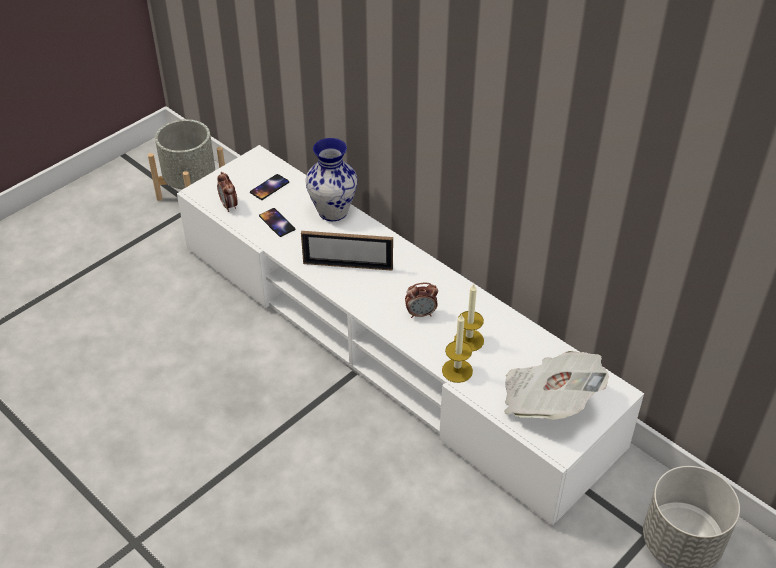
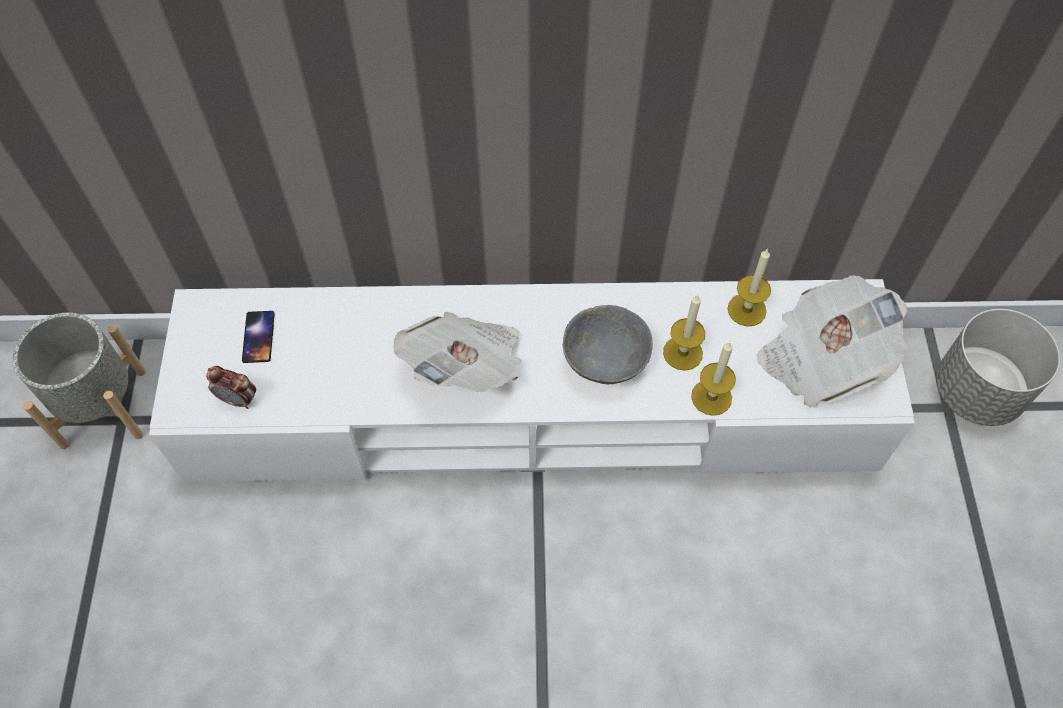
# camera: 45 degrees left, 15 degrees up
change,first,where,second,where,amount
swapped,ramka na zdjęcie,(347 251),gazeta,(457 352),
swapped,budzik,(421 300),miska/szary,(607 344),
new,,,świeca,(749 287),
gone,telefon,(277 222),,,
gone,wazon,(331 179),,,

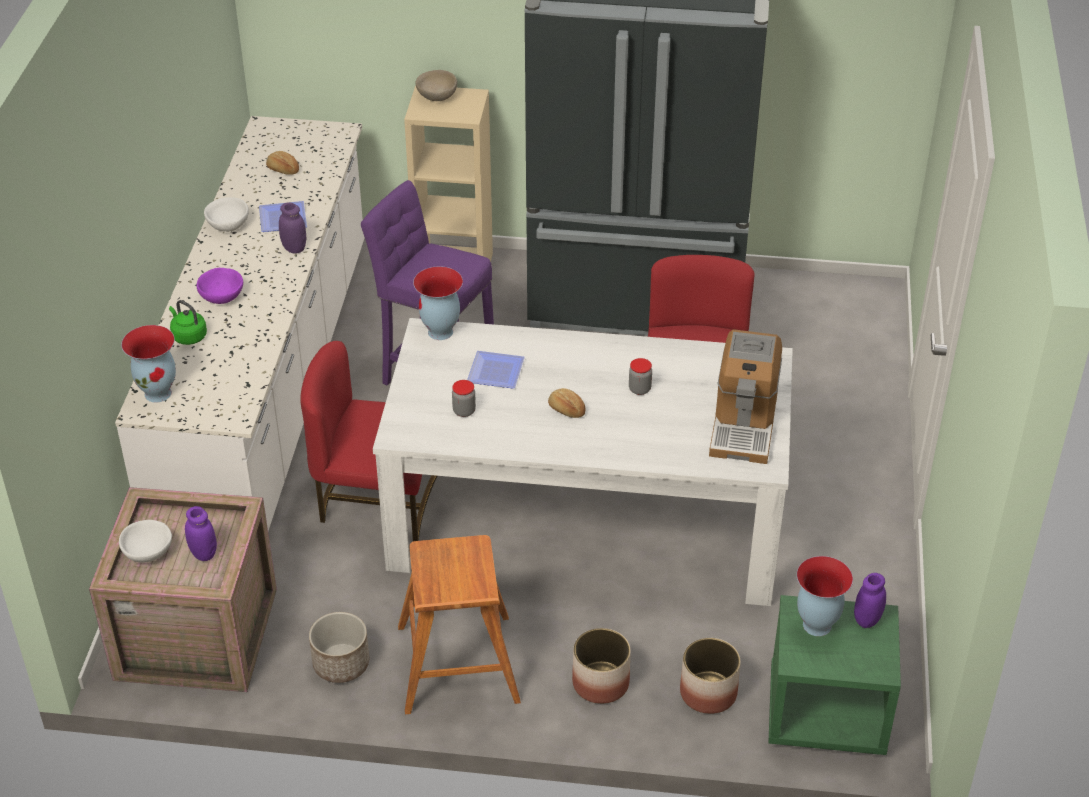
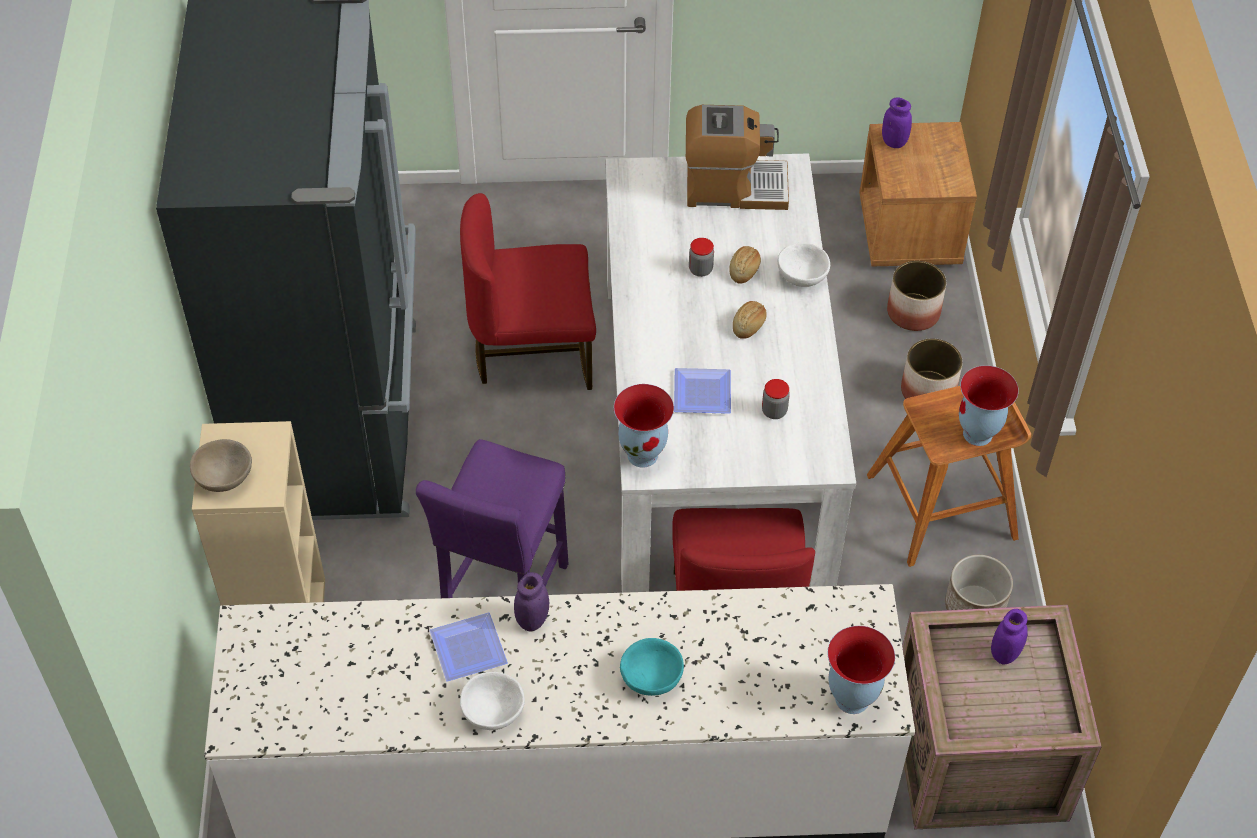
# camera: 100 degrees left, 10 degrees up
change,first,where,second,where,amount
repainted,miska/fioletowy,(220 286),miska/turkusowy,(652 667),
shifted,chleb,(282 163),,(745 265),
shifted,miska/biały,(145 541),,(804 265),
repainted,szafka nocna/zielony,(834 675),szafka nocna/brązowy,(918 194),
shifted,wazon,(825 596),,(989 405),
gone,czajnik/zielony,(188 322),,,

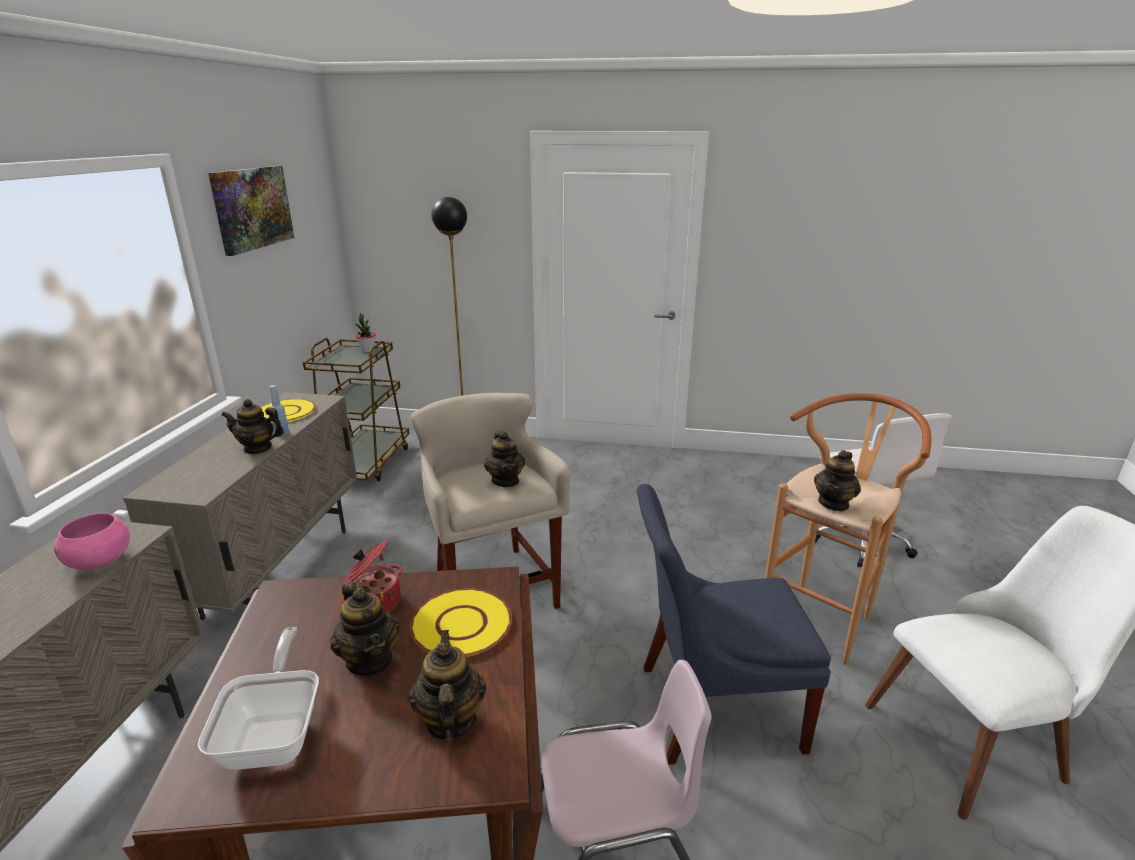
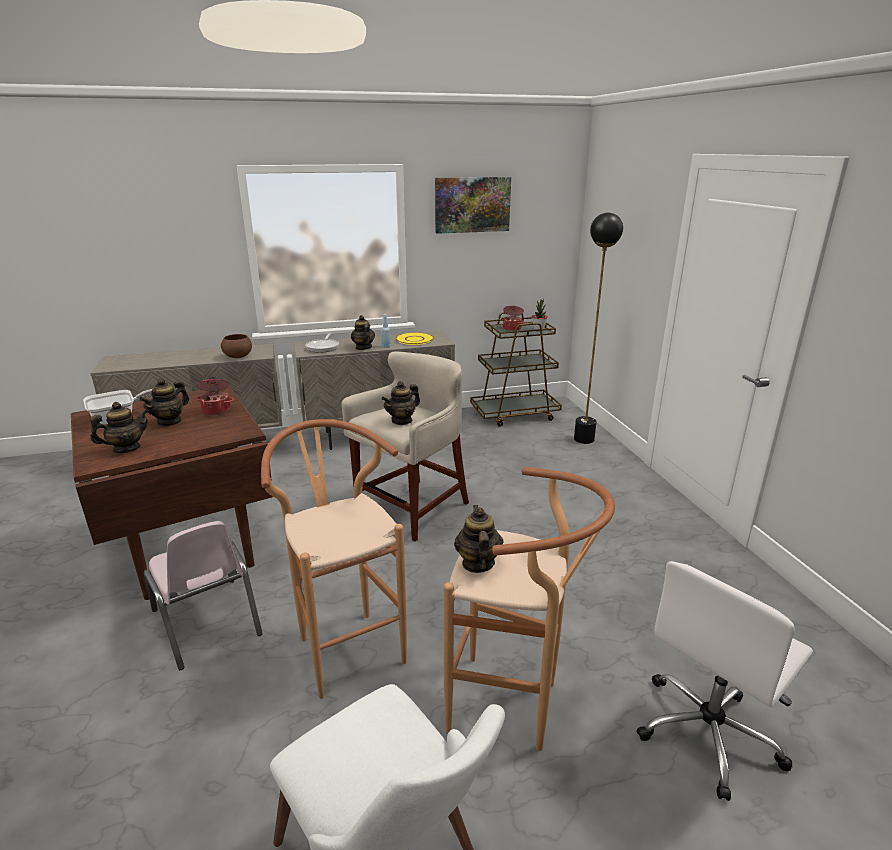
# camera: 65 degrees right, 0 degrees up
change,first,where,second,where,amount
repainted,miska/różowy,(92 541),miska/brązowy,(236 346),
swapped,krzesło/niebieski,(734 624),stołek/brązowy,(334 559),
new,,,patelnia,(322 343),
rotated,imbryk,(837 481),,(479 539),75 degrees clockwise
new,,,garnek,(513 318),
gone,talerz/żółty,(461 622),,,

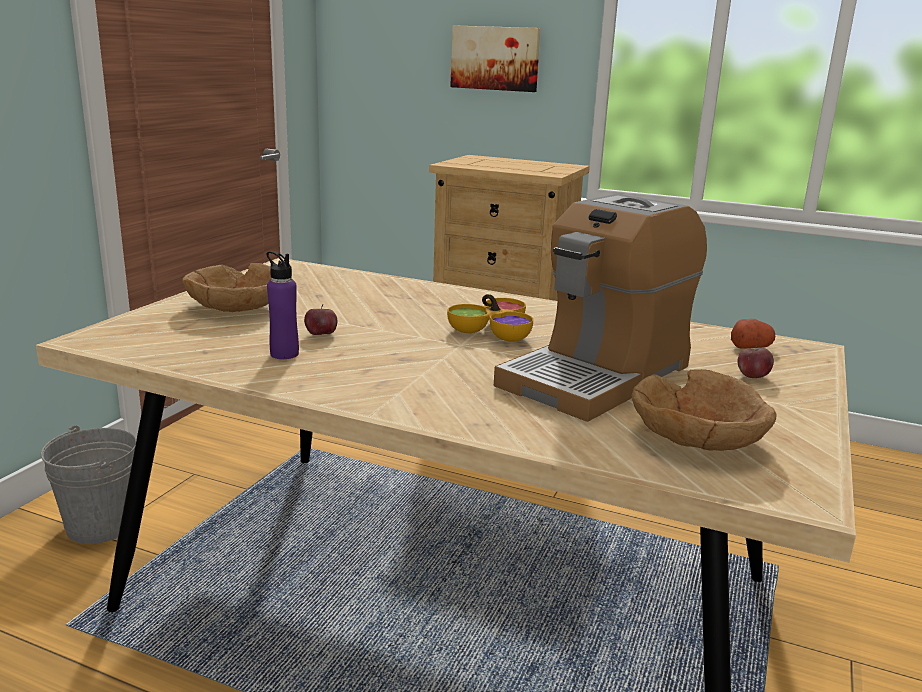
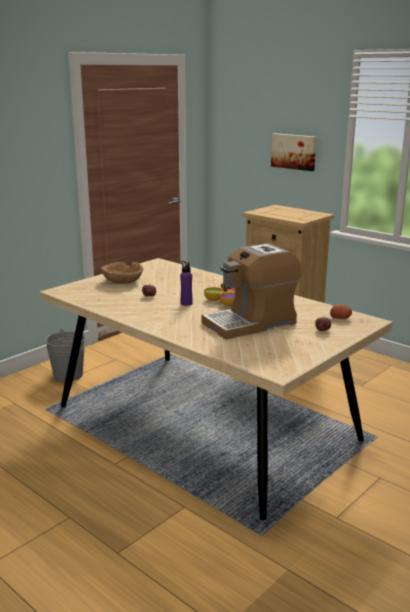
# camera: 20 degrees right, 0 degrees up
change,first,where,second,where,amount
shifted,butelka/fioletowy,(282 305),,(186 283),
gone,miska/brązowy,(704 410),,,

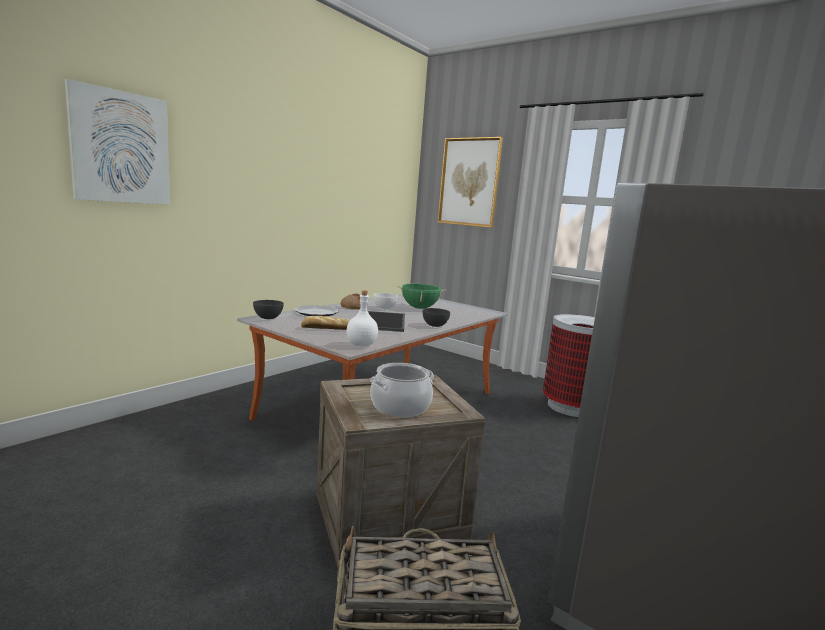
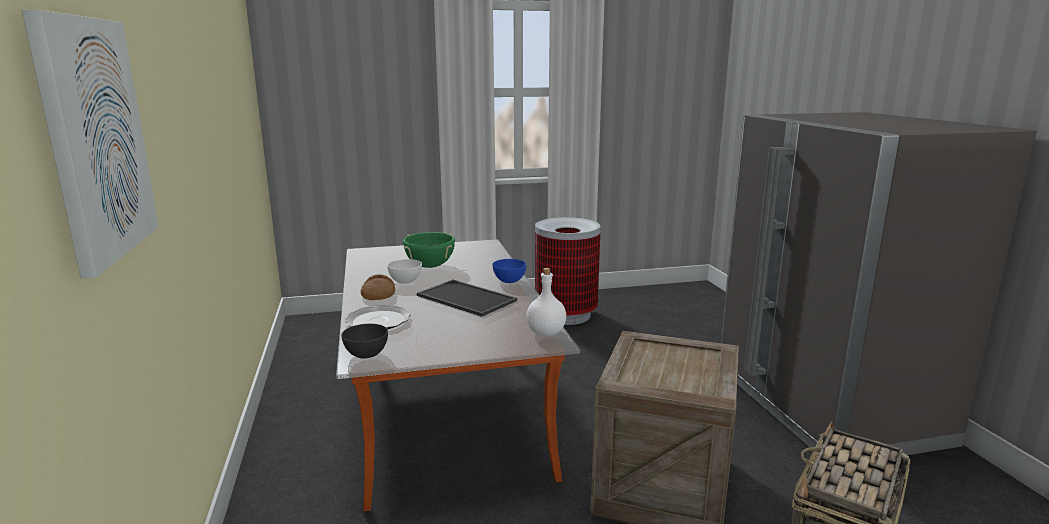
# camera: 50 degrees left, 5 degrees up
change,first,where,second,where,amount
repainted,miska/szary,(436 317),miska/niebieski,(509 271),
gone,chleb,(325 323),,,
gone,garnek,(402 390),,,
gone,obraz,(470 182),,,

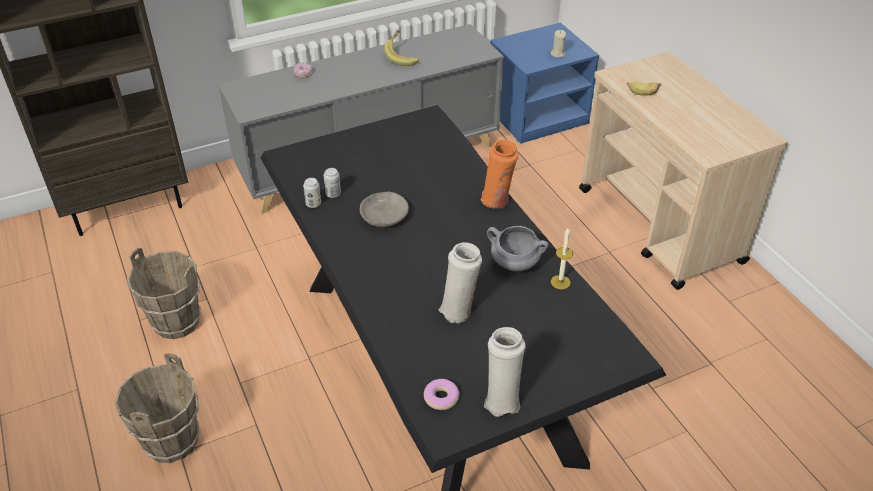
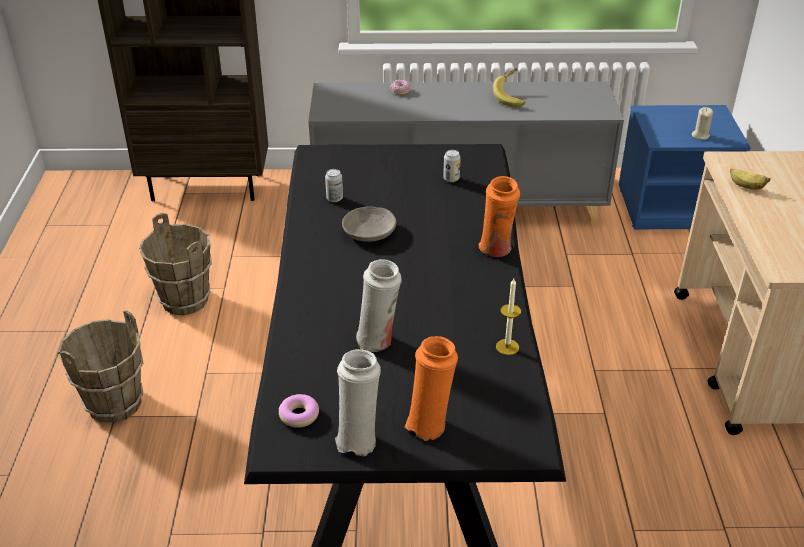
# camera: 25 degrees right, 5 degrees down
change,first,where,second,where,amount
new,,,wazon/pomarańczowy,(431 388),
shifted,puszka,(312 193),,(452 166),
gone,garnek/szary,(518 248),,,

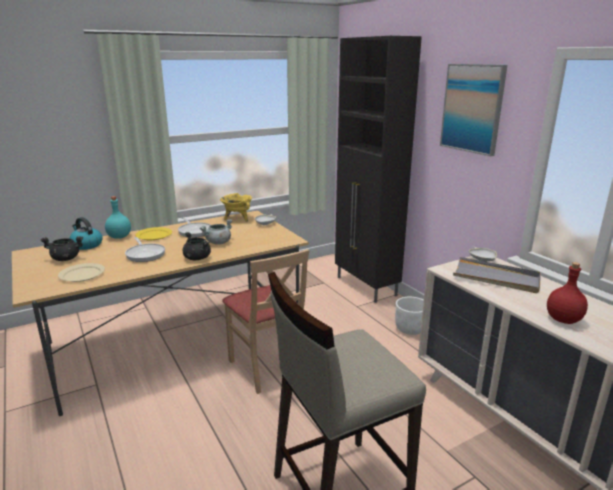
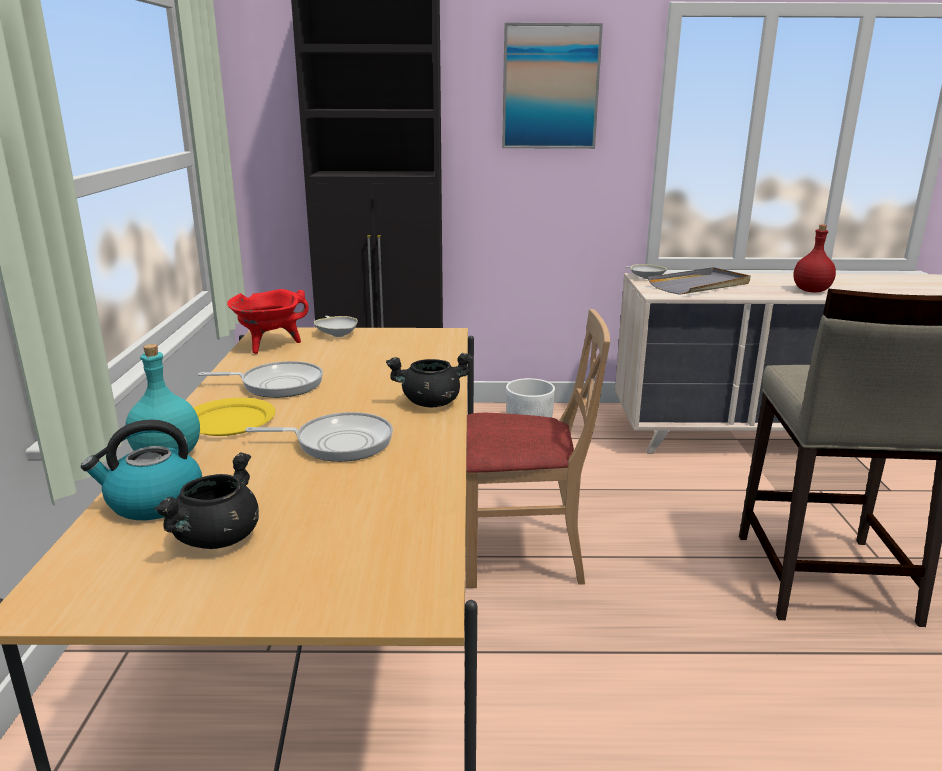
# camera: 60 degrees left, 0 degrees up
change,first,where,second,where,amount
repainted,garnek/żółty,(236 207),garnek/czerwony,(268 321),
gone,talerz/beżowy,(81 272),,,
gone,garnek/szary,(216 232),,,

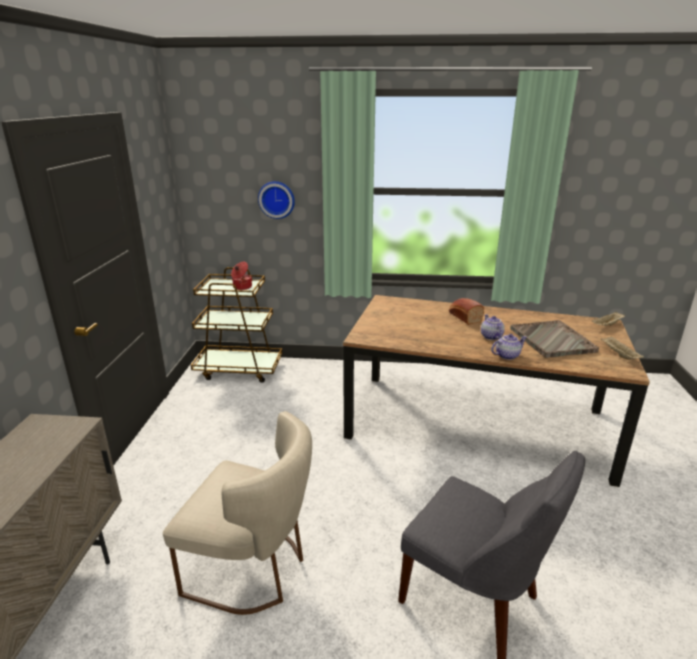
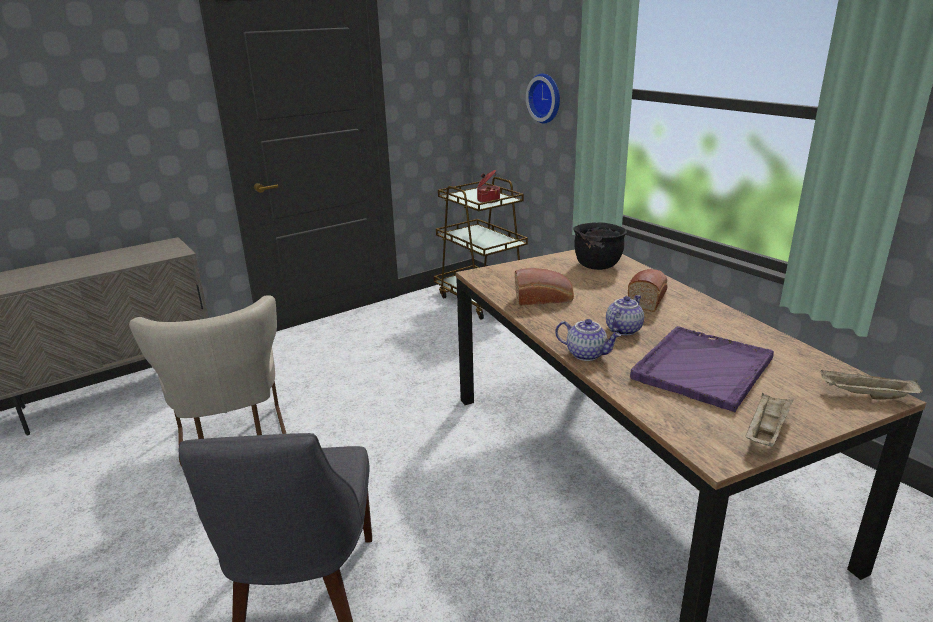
# camera: 50 degrees right, 0 degrees up
change,first,where,second,where,amount
new,,,chleb,(544 286),
new,,,garnek/czarny,(600 246),
repainted,taca/szary,(554 339),taca/fioletowy,(702 369),

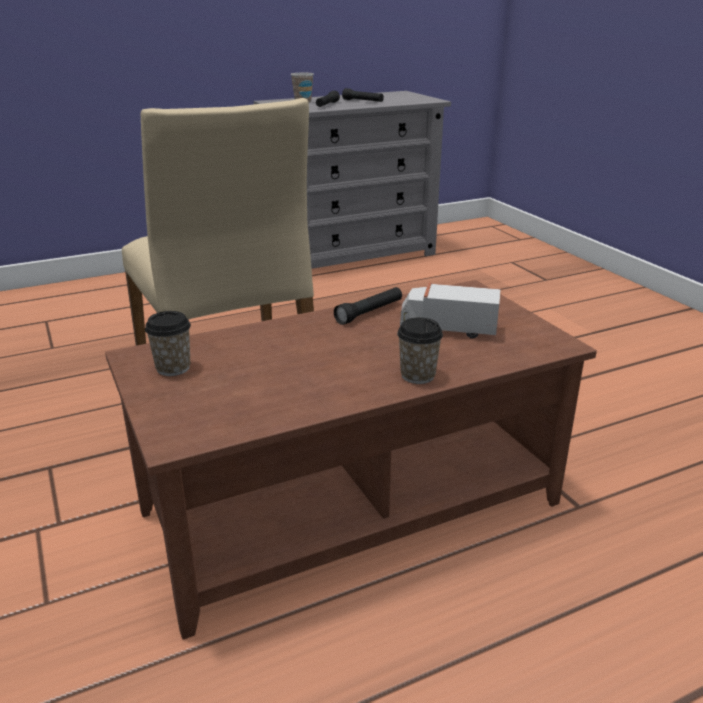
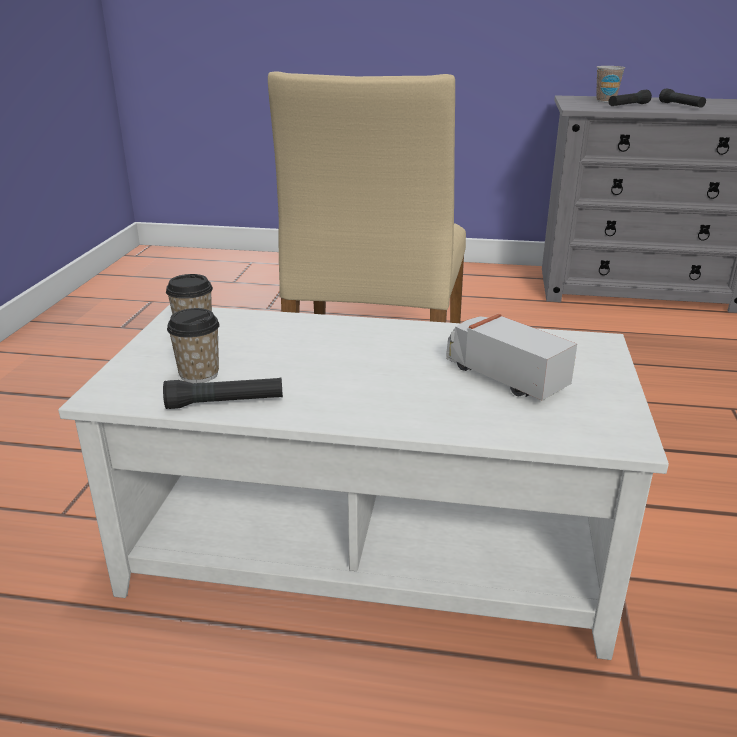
# camera: 35 degrees right, 0 degrees up
change,first,where,second,where,amount
repainted,ława/brązowy,(351 460),ława/biały,(363 482),
shifted,latarka/czarny,(368 306),,(223 393),
shifted,filiżanka,(420 350),,(193 345),

